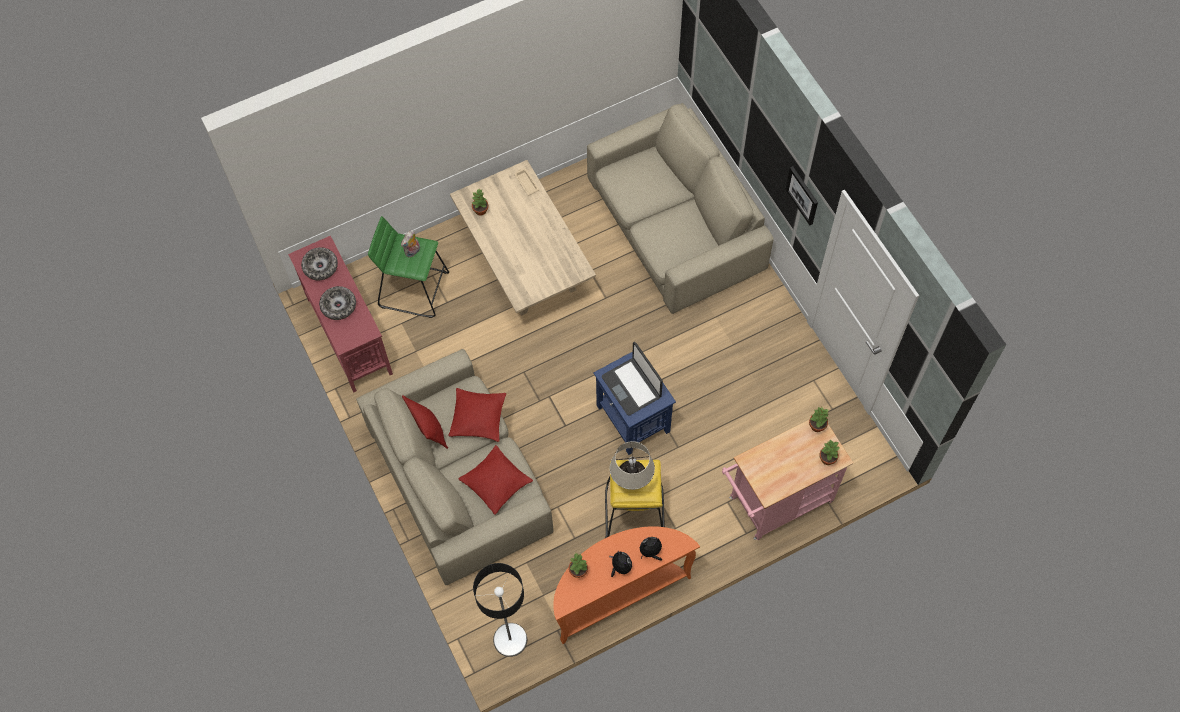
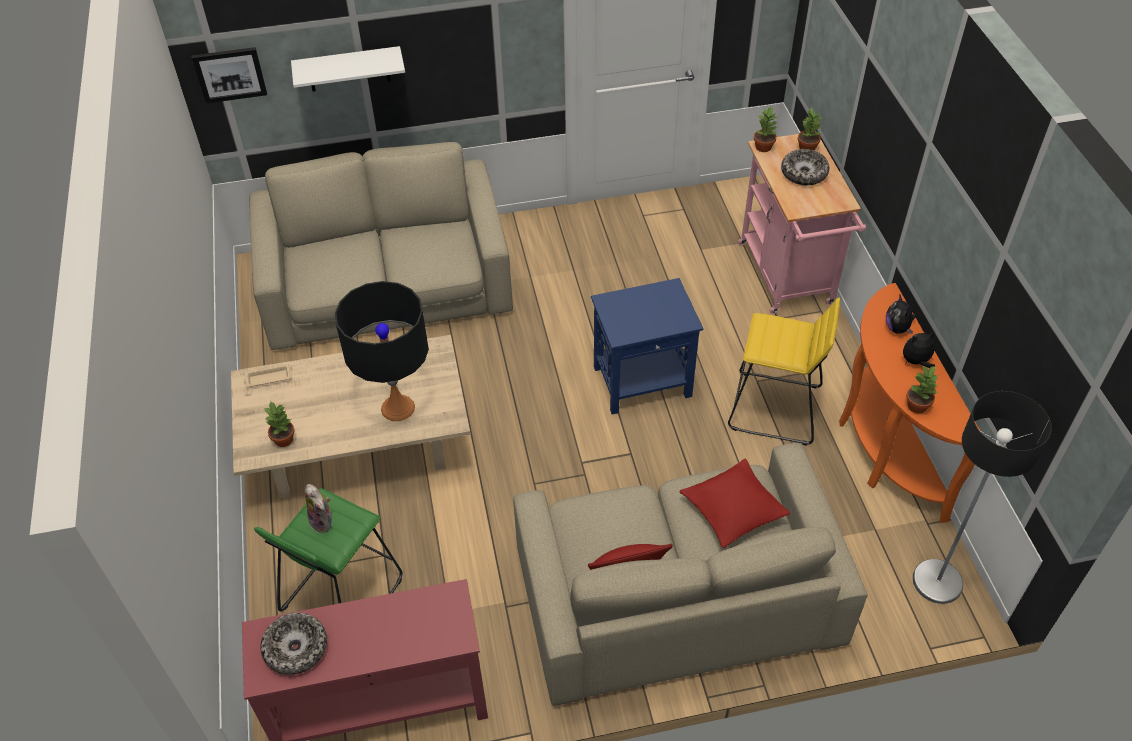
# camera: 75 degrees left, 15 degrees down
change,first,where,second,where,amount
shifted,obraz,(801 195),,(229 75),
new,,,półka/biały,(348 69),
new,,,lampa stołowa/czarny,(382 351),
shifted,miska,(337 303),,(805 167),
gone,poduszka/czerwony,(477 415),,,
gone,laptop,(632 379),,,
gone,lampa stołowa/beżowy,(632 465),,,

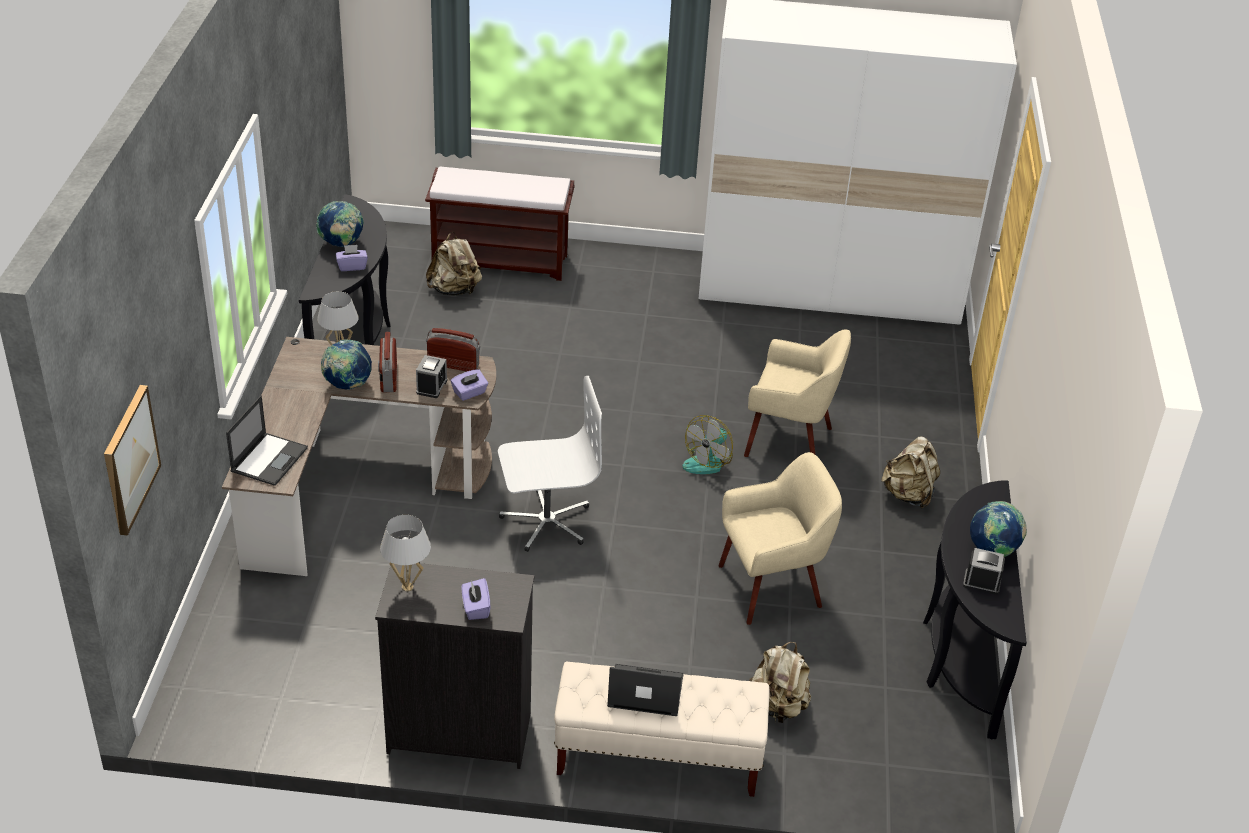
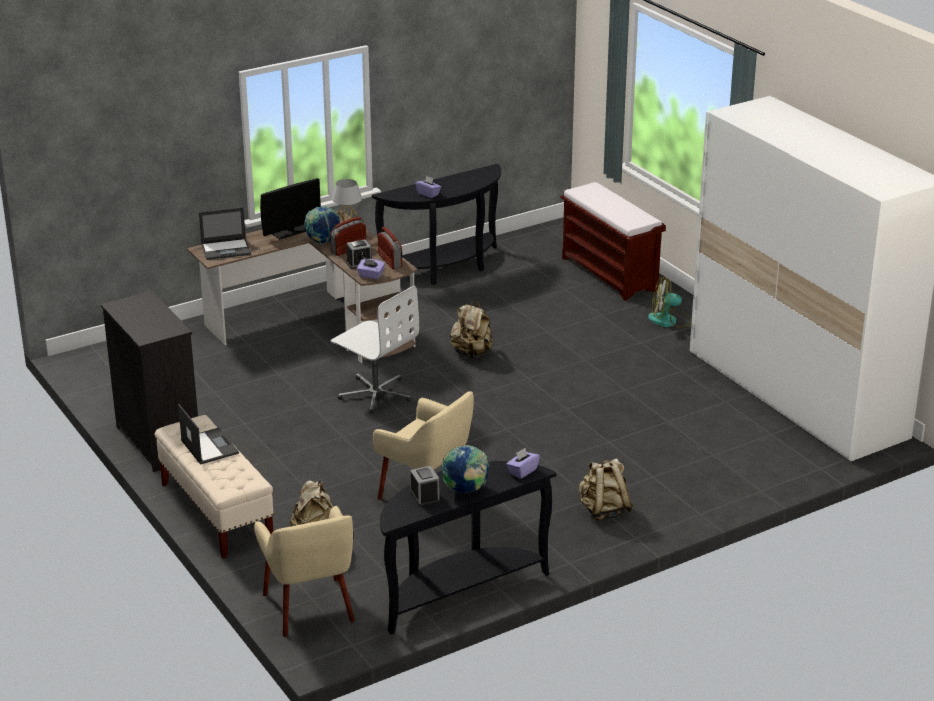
# camera: 55 degrees right, 10 degrees down
change,first,where,second,where,amount
shifted,fotel/beżowy,(797 393),,(304 571),
new,,,monitor,(290 208),
shifted,plecak/beżowy,(454 264),,(471 329),
shifted,pudełko chusteczek/fioletowy,(476 599),,(523 463),
shifted,wentylator,(707 444),,(670 302),
gone,obraz,(132 460),,,
gone,globus,(340 224),,,
gone,lampa stołowa/biały,(405 553),,,

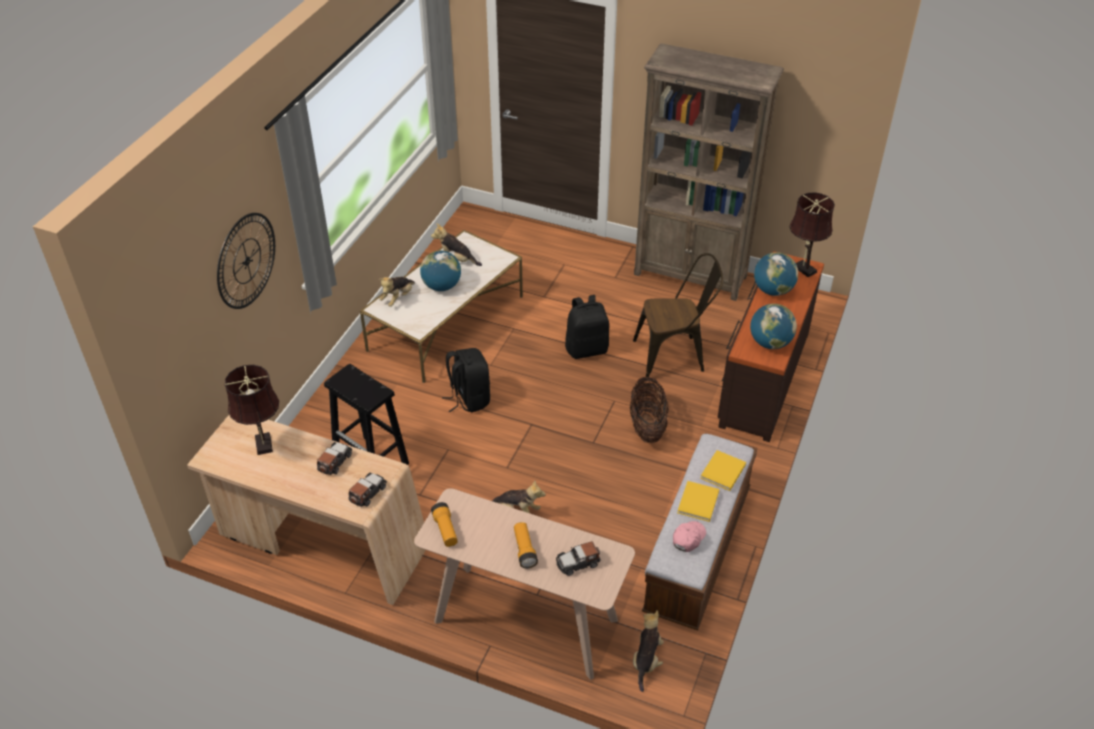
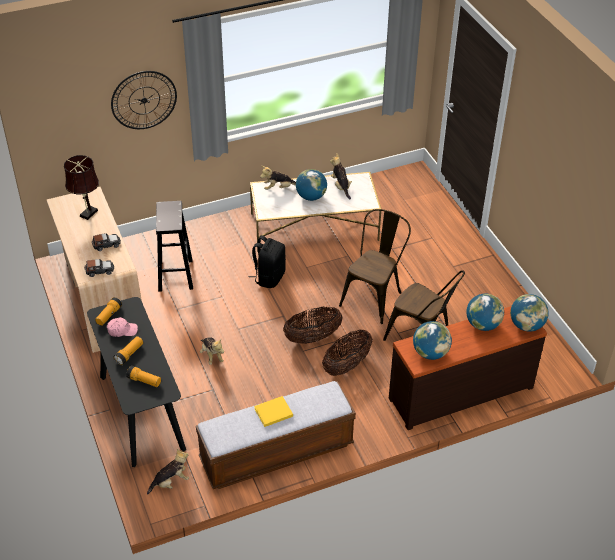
# camera: 45 degrees right, 0 degrees up
change,first,where,second,where,amount
repainted,stolik konsolowy/beżowy,(524 584),stolik konsolowy/czarny,(136 382),
shifted,czapka z daszkiem/różowy,(689 536),,(122 327),
swapped,samochodzik,(578 558),latarka,(143 376),
new,,,koszyk,(313 325),
swapped,plecak/czarny,(587 327),krzesło/brązowy,(375 266),
swapped,lampa stołowa/brązowy,(812 235),globus,(529 313),
gone,regał/brązowy,(709 172),,,
gone,książka/żółty,(723 470),,,

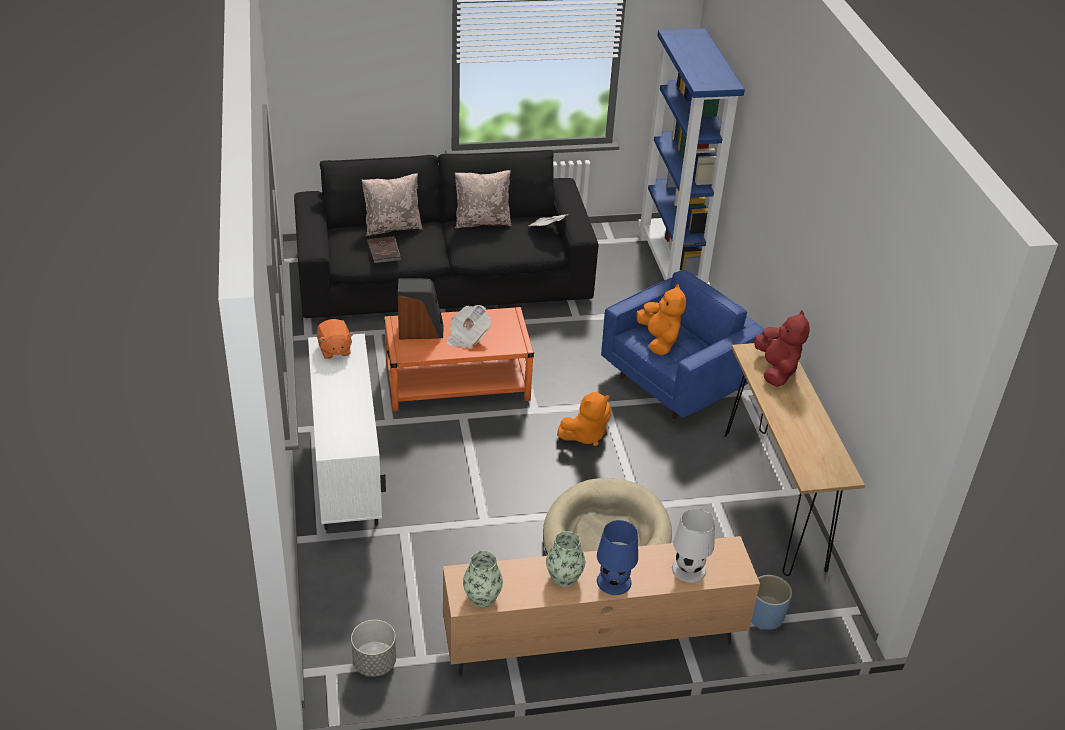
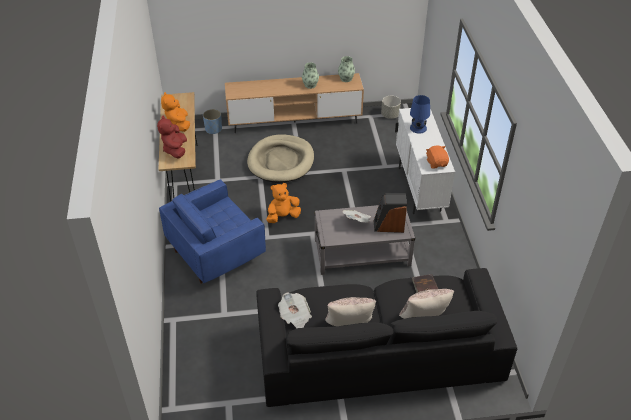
# camera: 175 degrees left, 5 degrees up
change,first,where,second,where,amount
shifted,pluszak/pomarańczowy,(661 320),,(175 112),
repainted,ława/pomarańczowy,(459 359),ława/szary,(364 240),
shifted,lampa stołowa/niebieski,(617 557),,(420 114),
gone,regał/niebieski,(691 156),,,
gone,lampa stołowa/biały,(693 545),,,

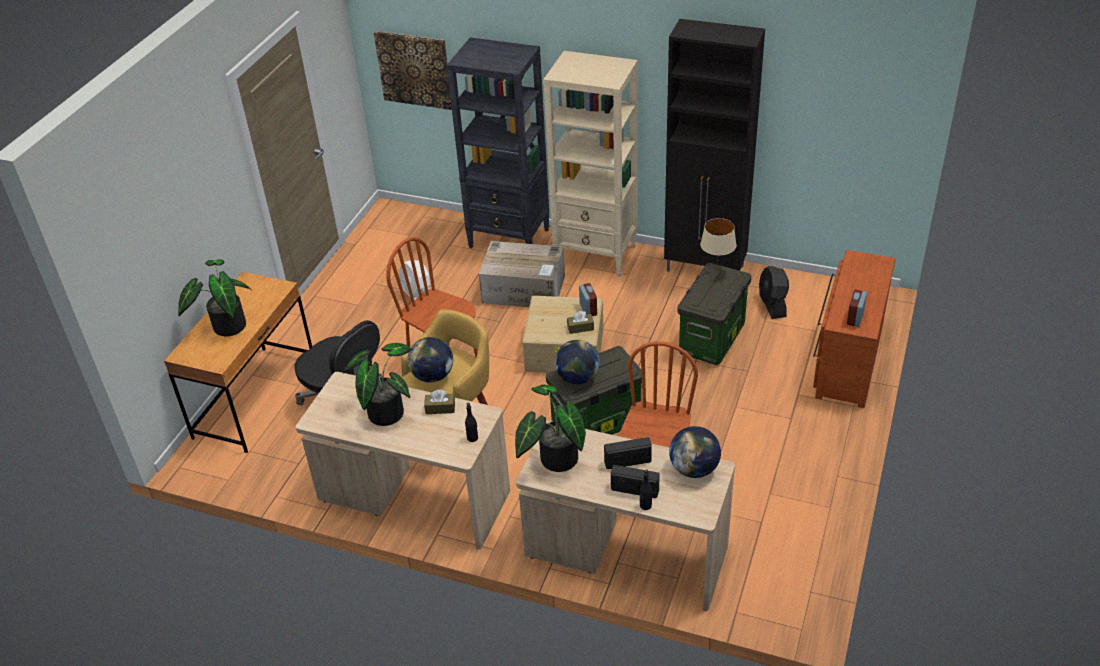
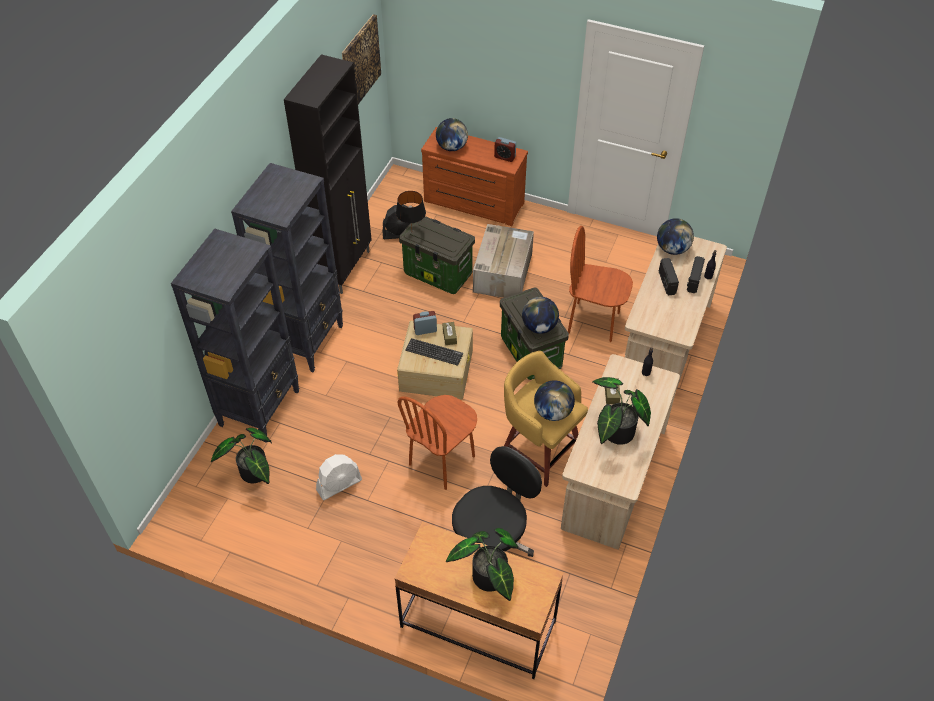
# camera: 90 degrees left, 10 degrees up
change,first,where,second,where,amount
shifted,roślina doniczkowa,(550 428),,(241 456),
repainted,regał/beżowy,(590 164),regał/czarny,(287 267),
shifted,obraz,(413 70),,(361 59),
repainted,lampa stołowa/beżowy,(718 241),lampa stołowa/czarny,(411 209),
new,,,klawiatura,(434 352),
new,,,globus,(452 134),
shifted,karton,(522 274),,(503 261),

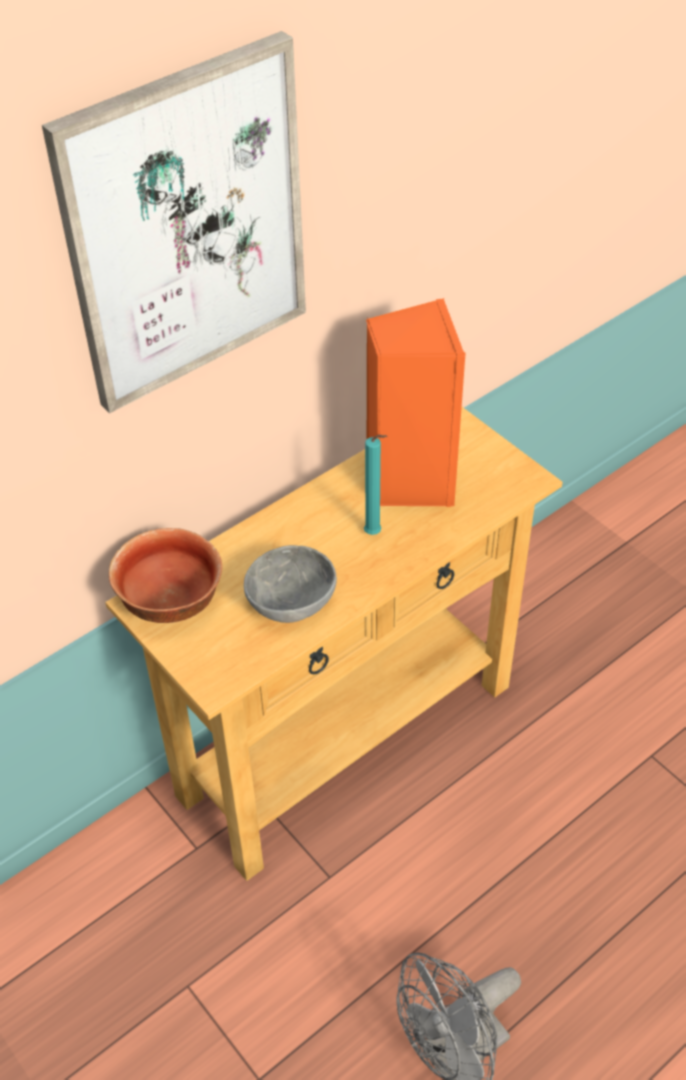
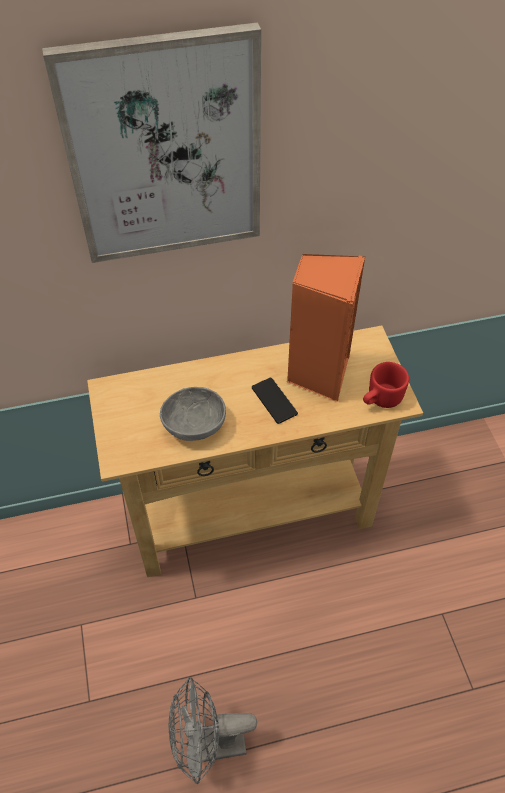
# camera: 25 degrees right, 5 degrees up
change,first,where,second,where,amount
swapped,świeca/turkusowy,(375 485),telefon,(275 401),
new,,,kubek/czerwony,(386 385),
gone,miska,(165 575),,,

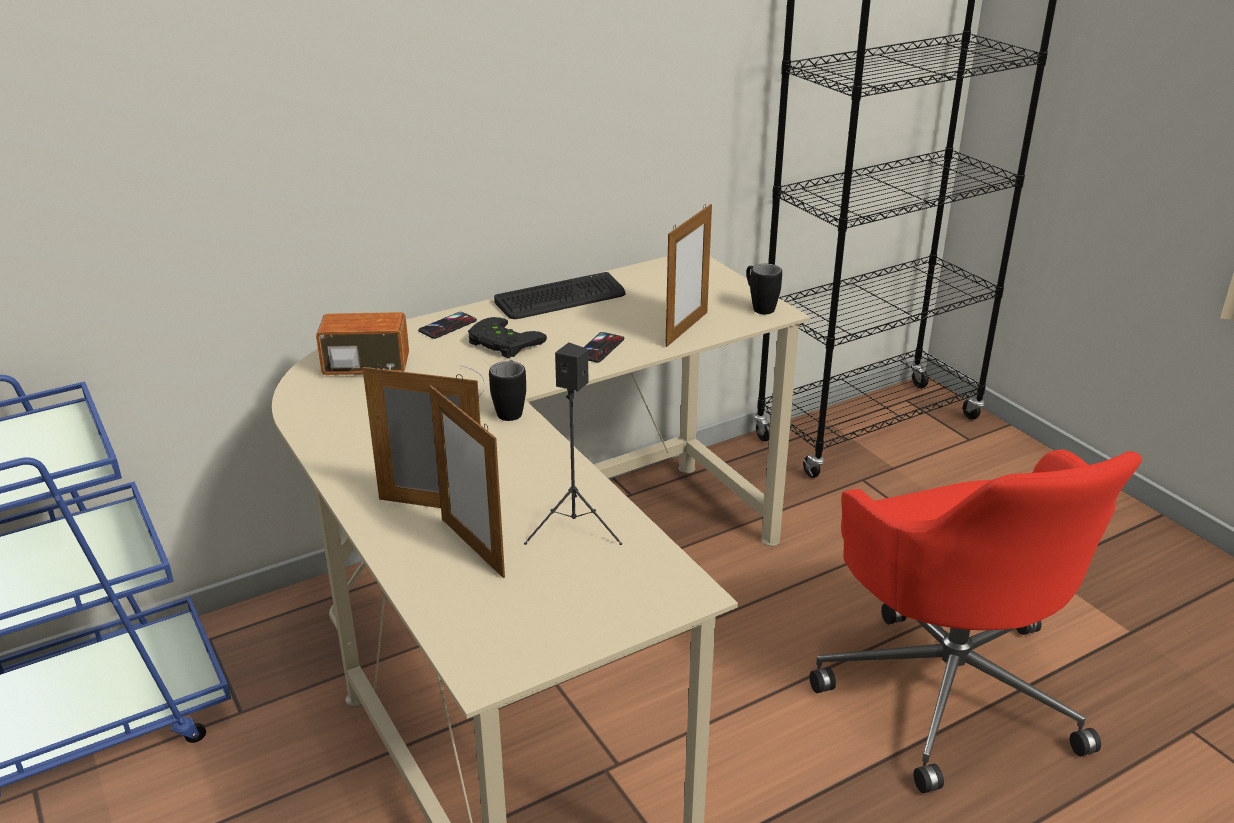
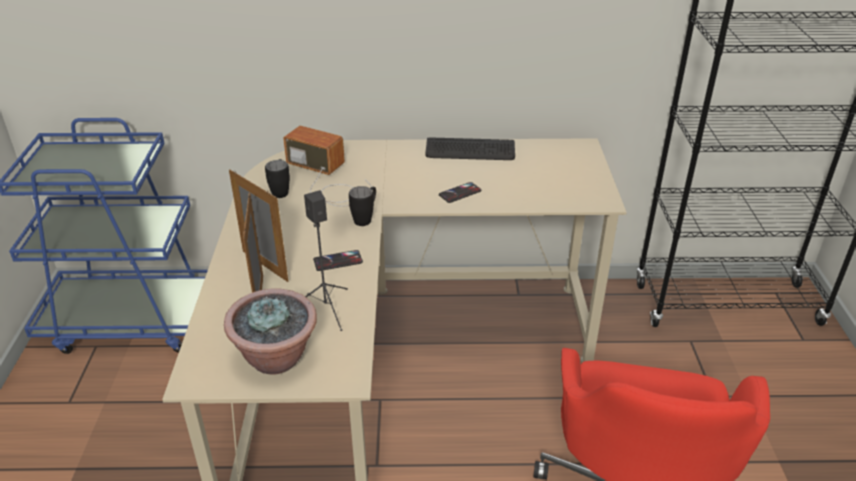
# camera: 30 degrees right, 5 degrees up
change,first,where,second,where,amount
new,,,roślina doniczkowa,(270 332),
shifted,kubek/czarny,(764 289),,(277 178),
shifted,telefon,(447 325),,(338 260),
gone,pad do gier/czarny,(507 338),,,
gone,ramka na zdjęcie,(688 275),,,

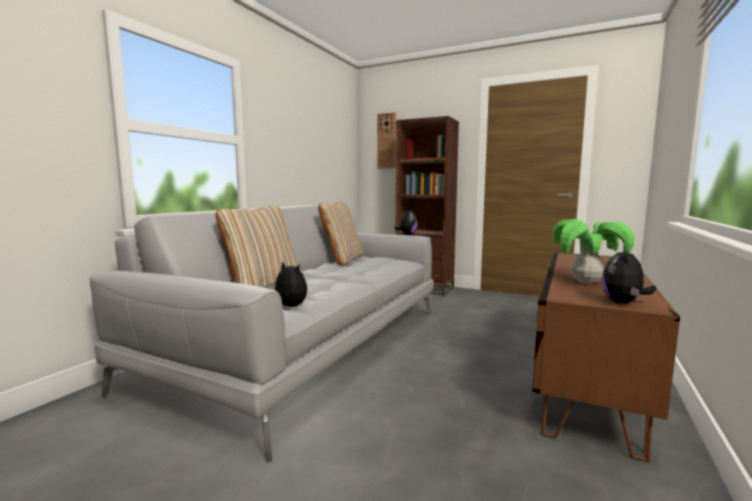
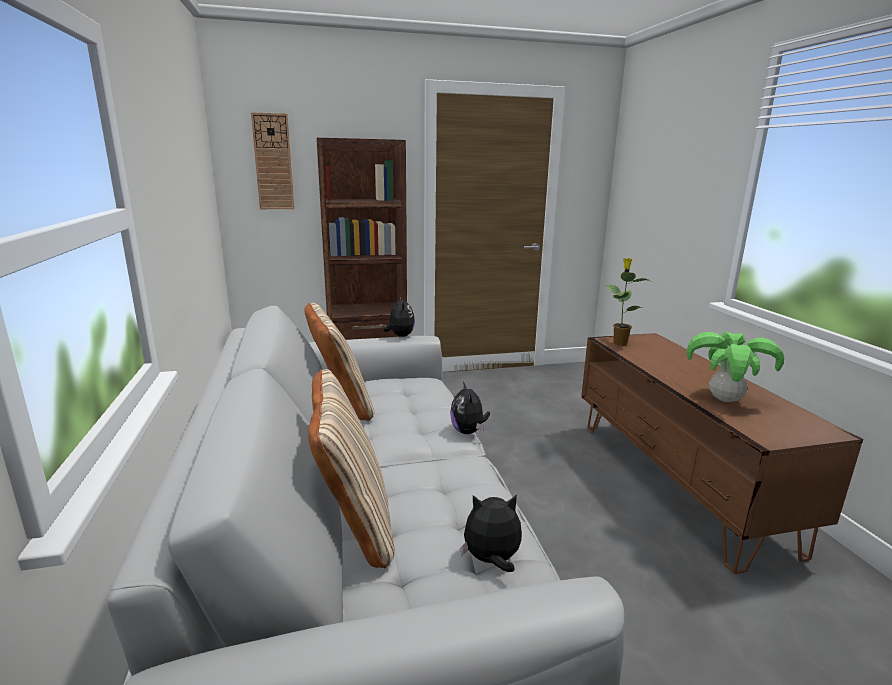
# camera: 40 degrees left, 10 degrees up
change,first,where,second,where,amount
shifted,pluszak,(628 274),,(470 407),
new,,,roślina doniczkowa,(628 301),

